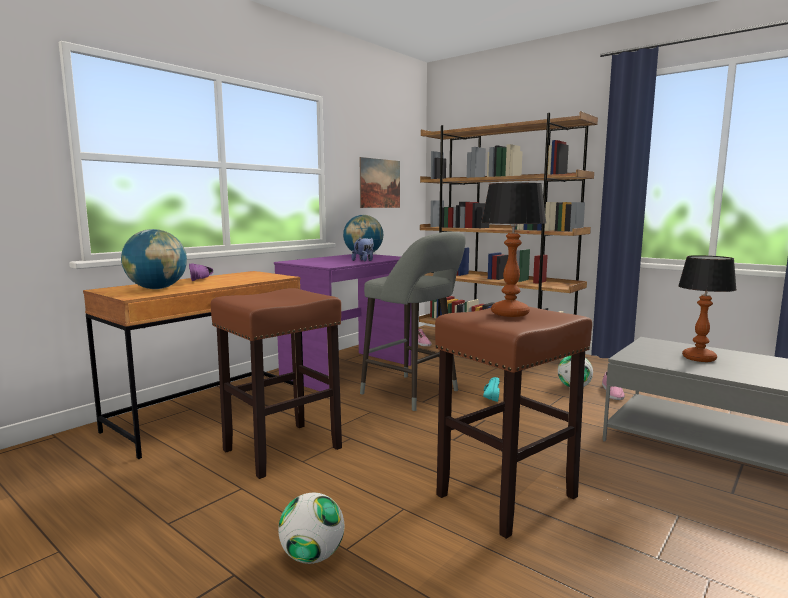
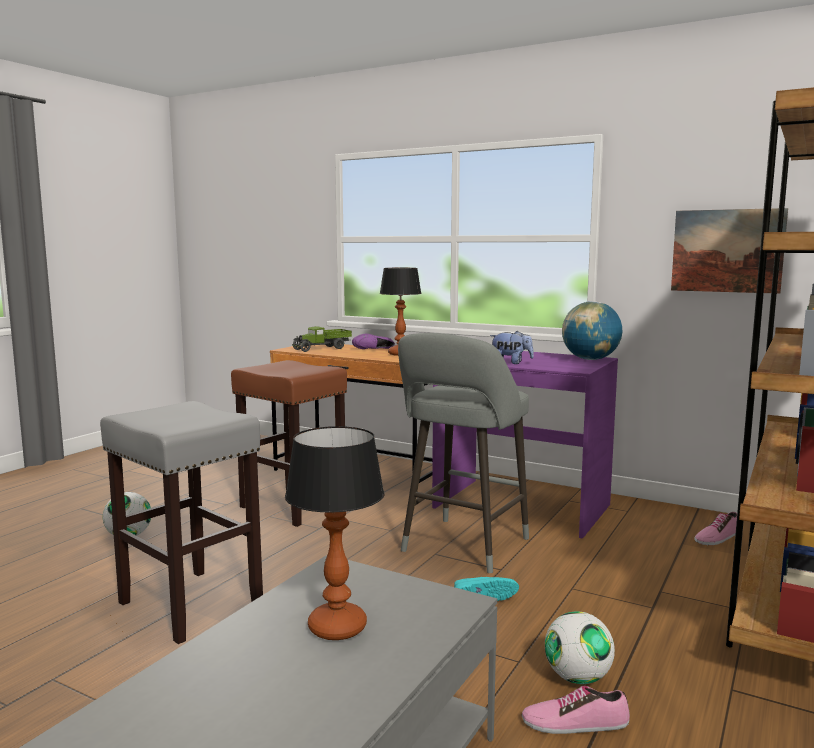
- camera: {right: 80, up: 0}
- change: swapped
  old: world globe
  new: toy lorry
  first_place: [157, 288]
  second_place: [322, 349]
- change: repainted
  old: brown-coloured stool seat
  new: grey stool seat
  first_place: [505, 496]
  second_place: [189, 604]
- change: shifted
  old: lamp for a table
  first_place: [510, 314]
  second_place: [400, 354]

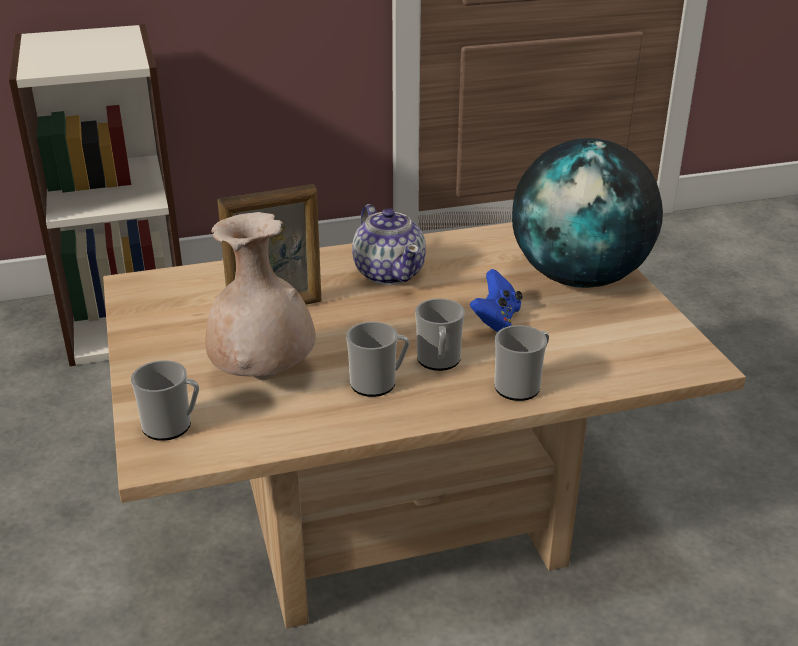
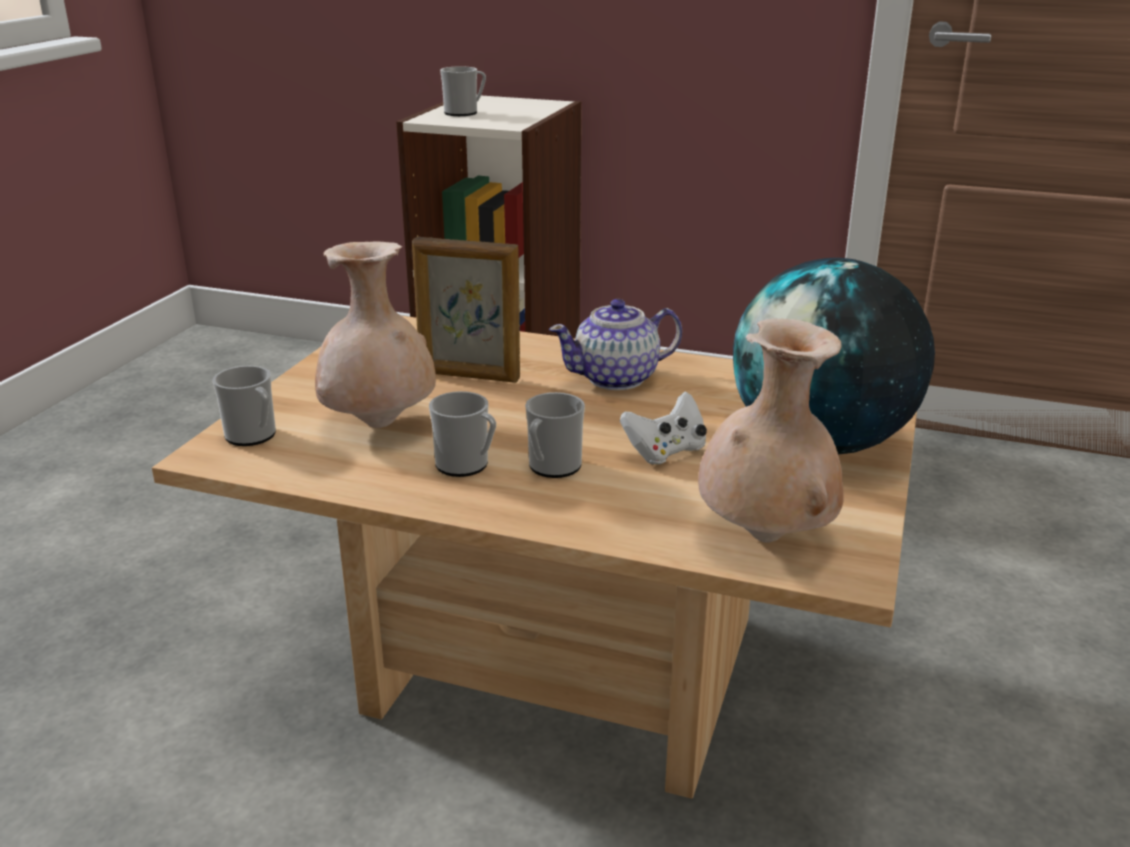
- camera: {right: 35, up: -5}
- change: rotated
  old: tea pot
  first_place: [389, 273]
  second_place: [617, 378]
  degrees: 60
- change: repainted
  old: bluish joypad
  new: white joypad
  first_place: [496, 320]
  second_place: [665, 452]
- change: shifted
  old: coffee mug
  first_place: [521, 385]
  second_place: [464, 113]
- change: new
  new: sand-coloured vase
  second_place: [765, 536]

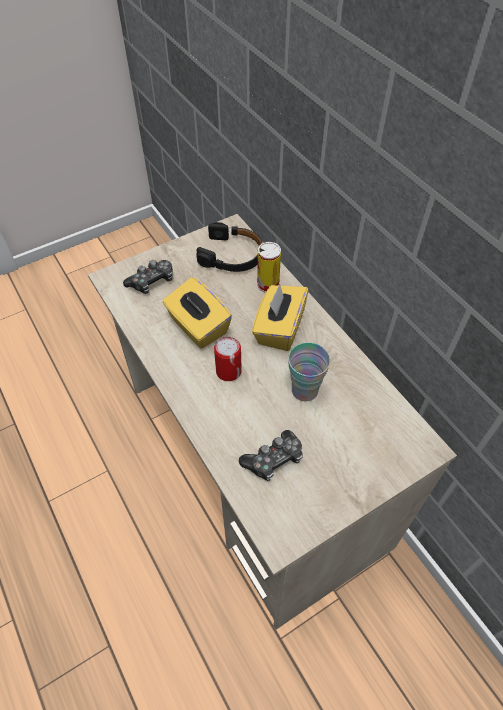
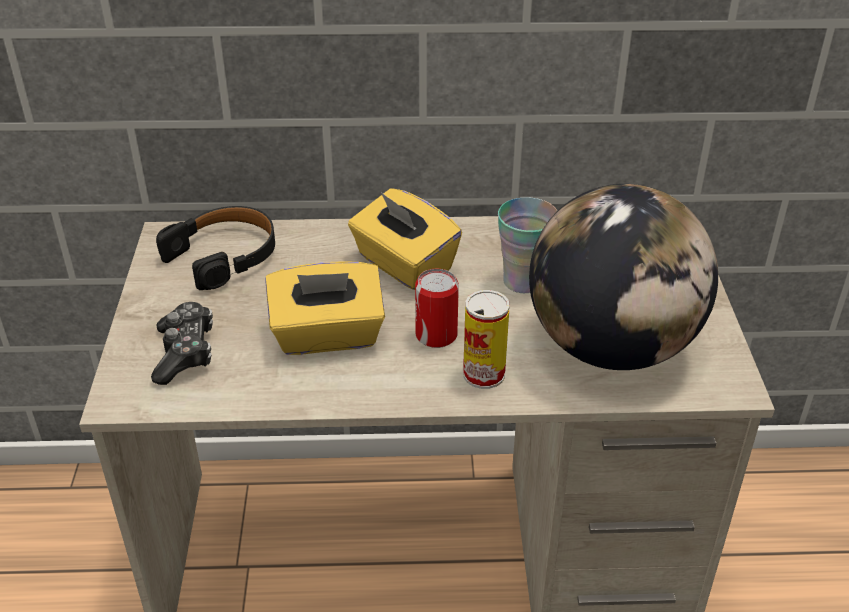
- camera: {right: -60, up: -15}
- change: swapped
  old: joypad
  new: world globe
  first_place: [273, 460]
  second_place: [611, 347]
- change: shifted
  old: metal can
  first_place: [268, 284]
  second_place: [484, 374]

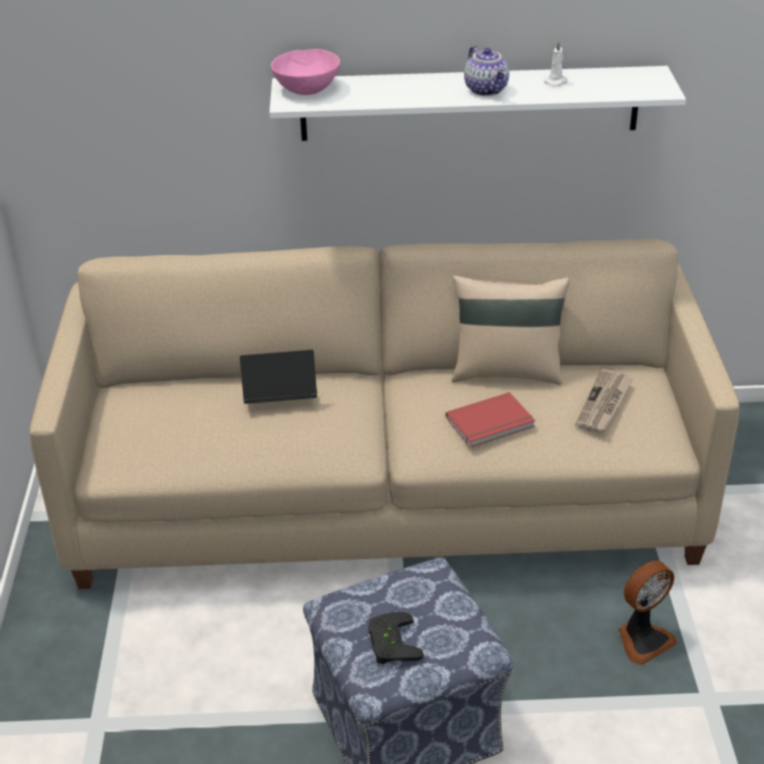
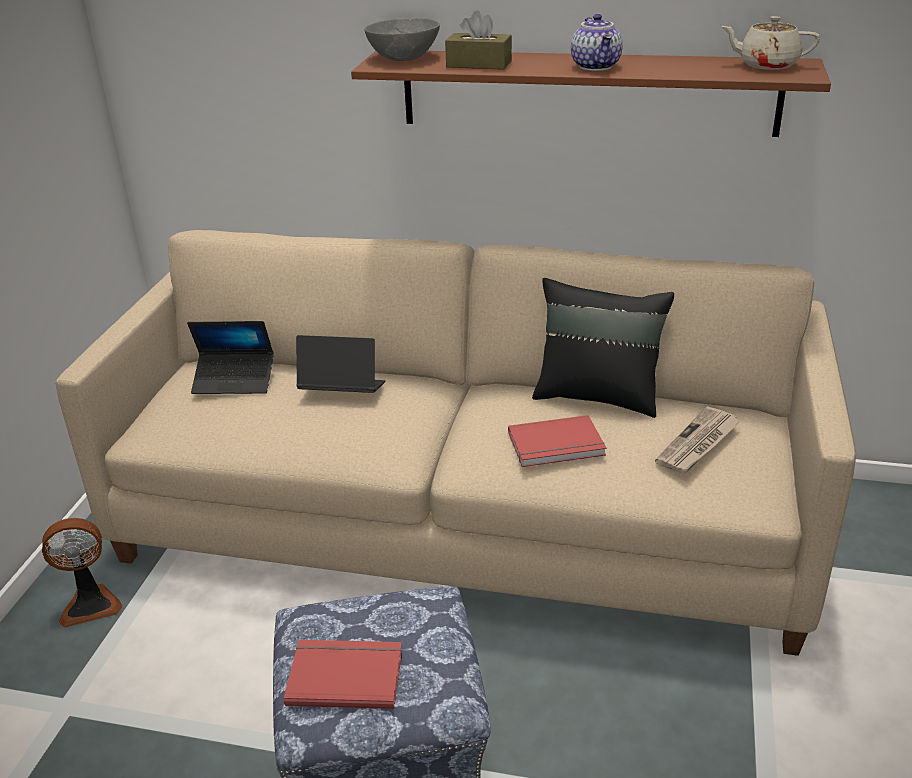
- camera: {right: 15, up: -5}
- change: repainted
  old: white wall shelf
  new: brown-coloured wall shelf
  first_place: [469, 103]
  second_place: [587, 92]
- change: repainted
  old: pink bowl
  new: grey bowl
  first_place: [306, 89]
  second_place: [403, 57]
- change: swapped
  old: black joypad
  new: reddish bound book
  first_place: [390, 643]
  second_place: [345, 674]
- change: repainted
  old: sand-coloured cushion
  new: black cushion
  first_place: [506, 371]
  second_place: [597, 396]
- change: gone
  old: white wax light
  first_place: [556, 82]
- change: shifted
  old: fan
  first_place: [642, 639]
  second_place: [91, 604]
- change: new
  new: portable computer
  second_place: [234, 381]
- change: new
  new: brown-coloured tissue box
  second_place: [479, 64]
- change: new
  new: sand-coloured tea pot
  second_place: [766, 65]

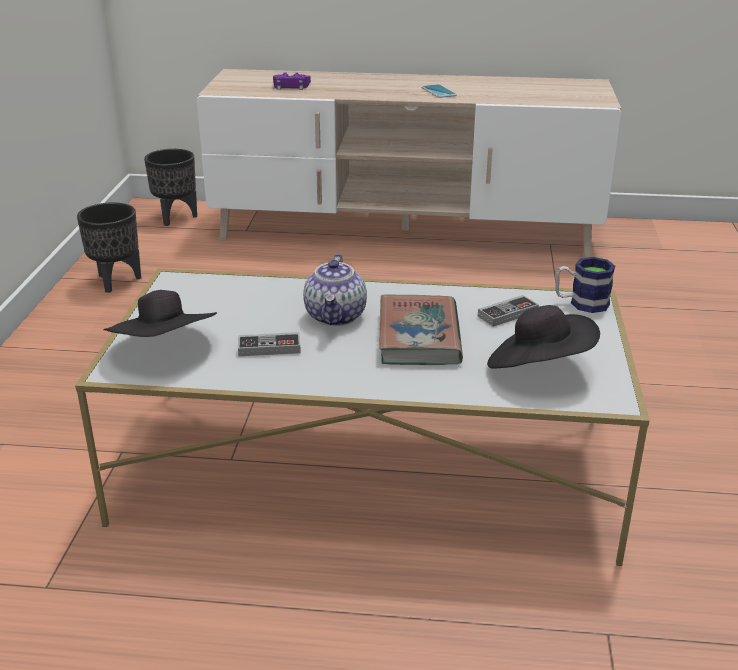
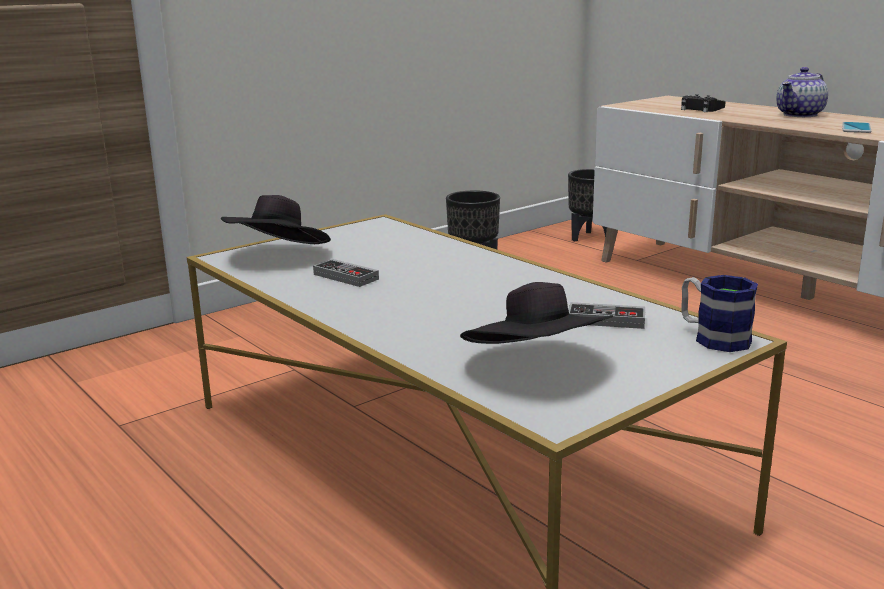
- camera: {right: 45, up: -10}
- change: repainted
  old: purplish joypad
  new: black joypad
  first_place: [291, 86]
  second_place: [700, 109]
- change: shifted
  old: tea pot
  first_place: [336, 316]
  second_place: [800, 115]
- change: gone
  old: bound book
  first_place: [419, 337]

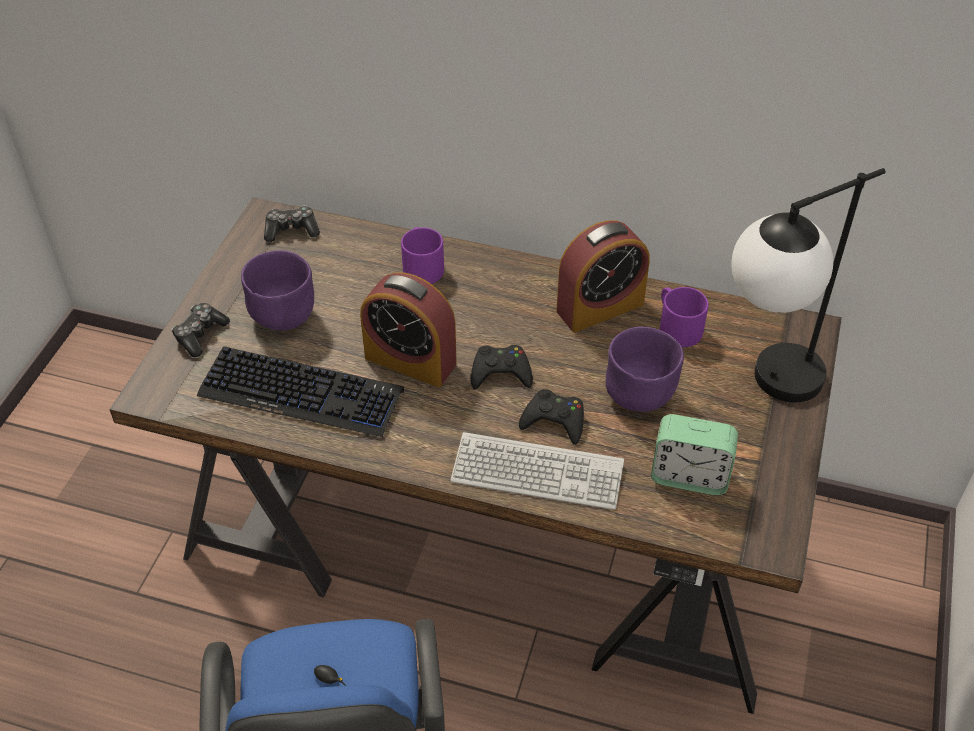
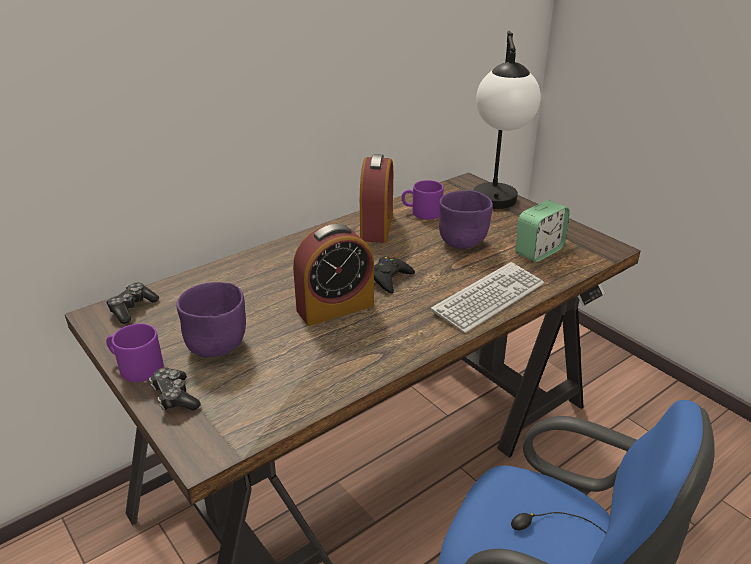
- camera: {right: -55, up: -15}
- change: gone
  old: computer keyboard
  first_place: [301, 393]
- change: shifted
  old: purplish coffee mug
  first_place: [421, 266]
  second_place: [135, 367]
- change: gone
  old: black joypad
  first_place: [554, 420]

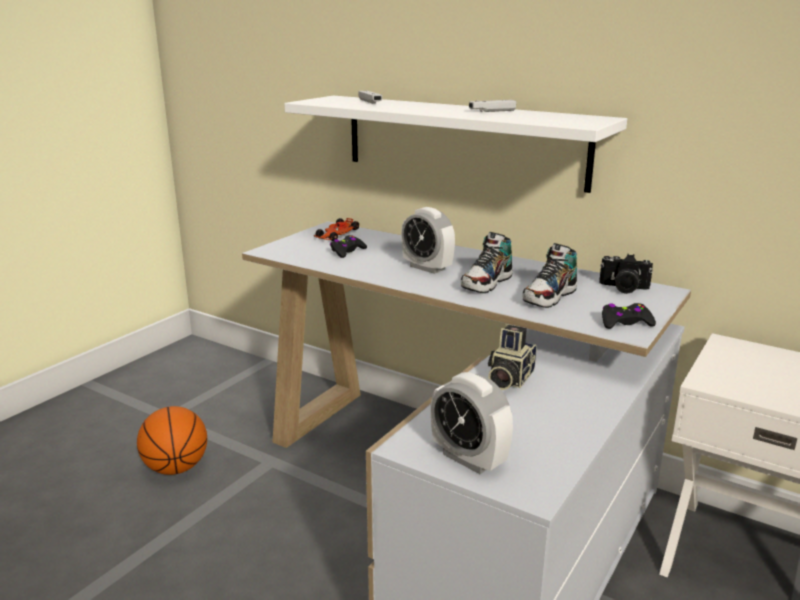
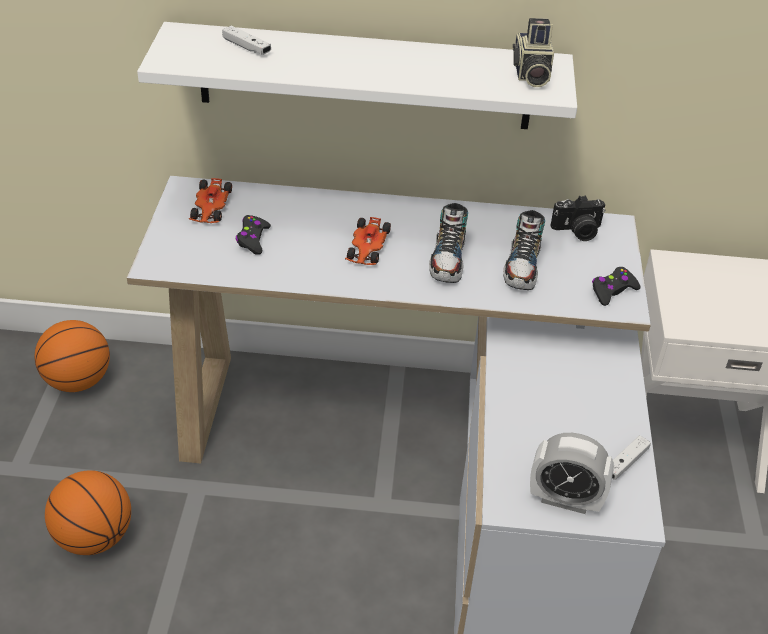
- camera: {right: -30, up: 20}
- change: swapped
  old: bedside clock
  new: miniature car
  first_place: [427, 268]
  second_place: [367, 248]
- change: shifted
  old: white joypad
  first_place: [492, 111]
  second_place: [625, 463]
- change: shifted
  old: still camera
  first_place: [508, 379]
  second_place: [530, 74]
- change: new
  new: basketball
  second_place: [78, 381]

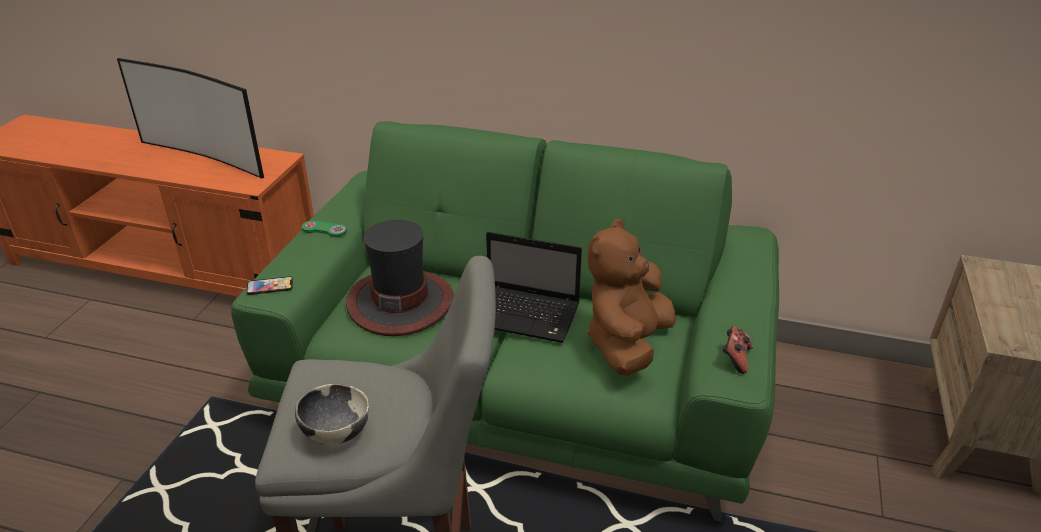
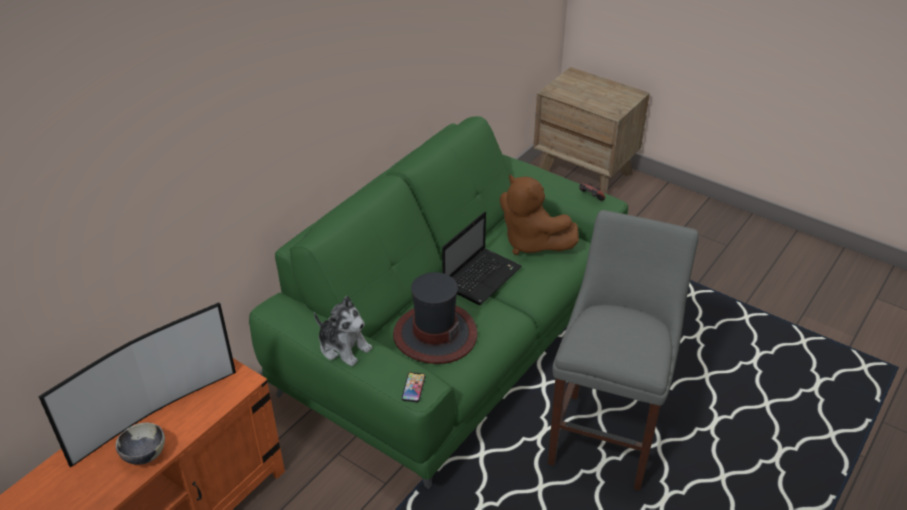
- camera: {right: -70, up: 5}
- change: shifted
  old: bowl
  first_place: [335, 432]
  second_place: [144, 455]
- change: swapped
  old: green-coloured joypad
  new: soft toy
  first_place: [324, 230]
  second_place: [344, 347]

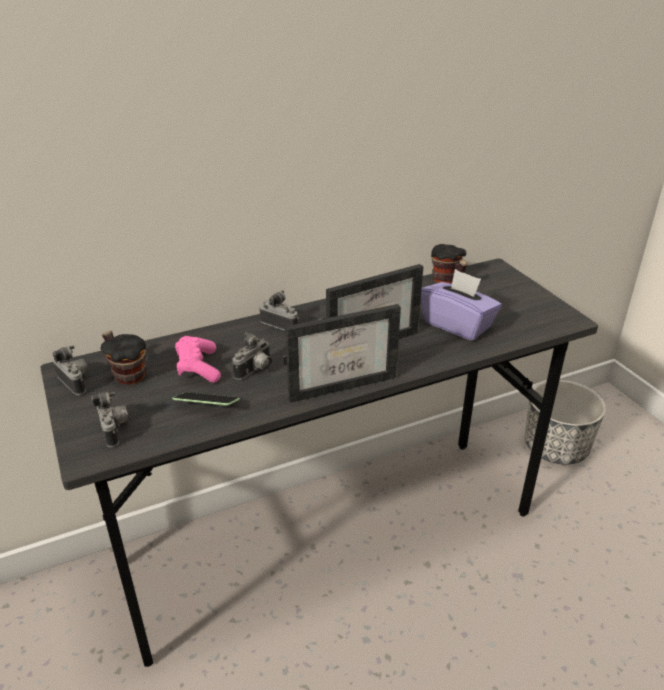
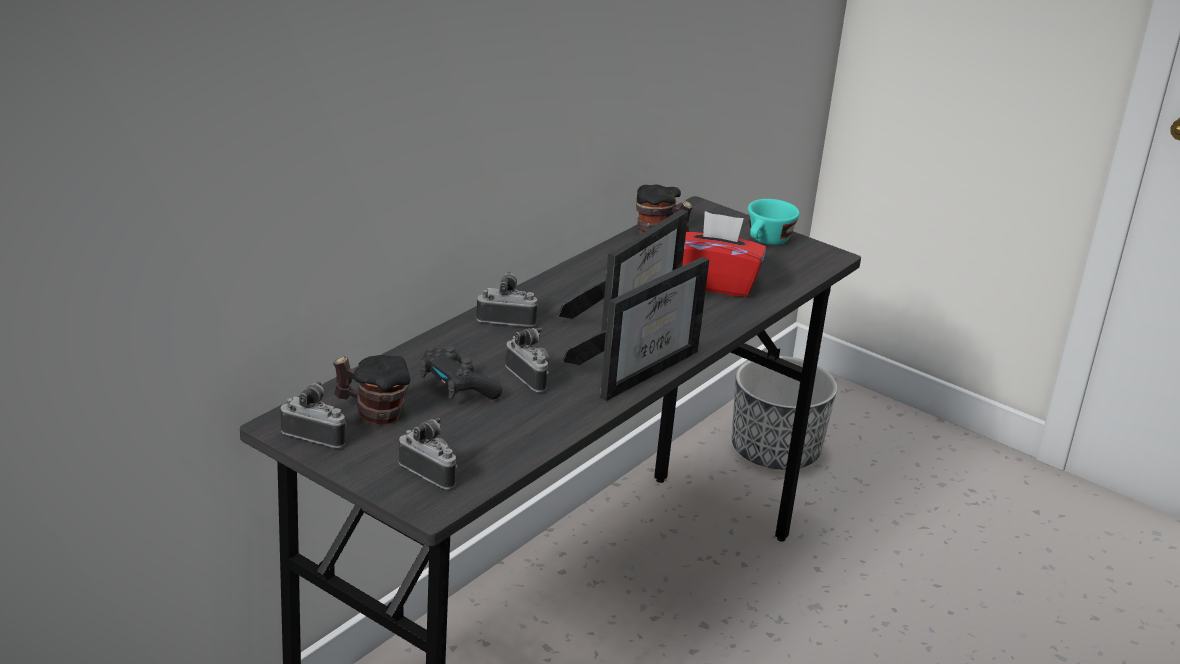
- camera: {right: -30, up: -5}
- change: gone
  old: handset
  first_place: [207, 406]
- change: repainted
  old: pink joypad
  new: black joypad
  first_place: [198, 368]
  second_place: [457, 388]
- change: rotated
  old: still camera
  first_place: [256, 371]
  second_place: [531, 377]
  degrees: -45
- change: repainted
  old: purplish tissue box
  new: reddish tissue box
  first_place: [457, 325]
  second_place: [714, 283]
- change: new
  new: turquoise cup
  second_place: [766, 242]

